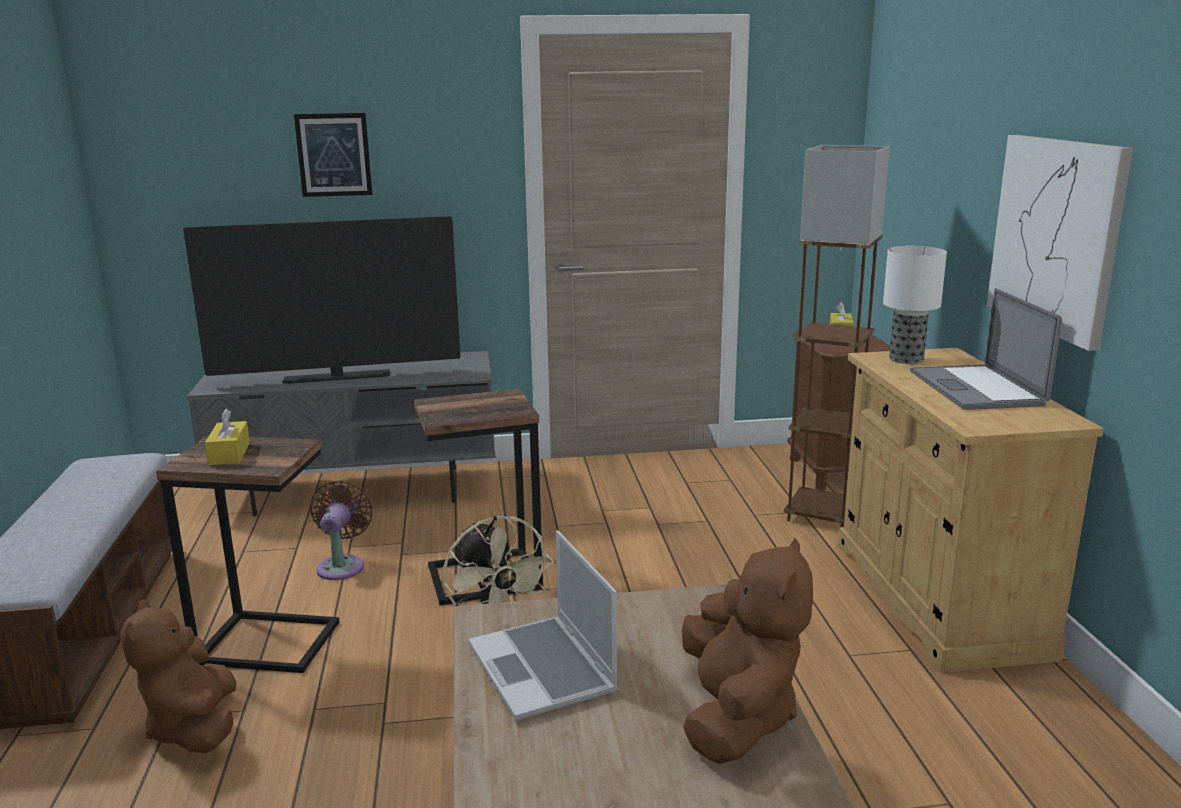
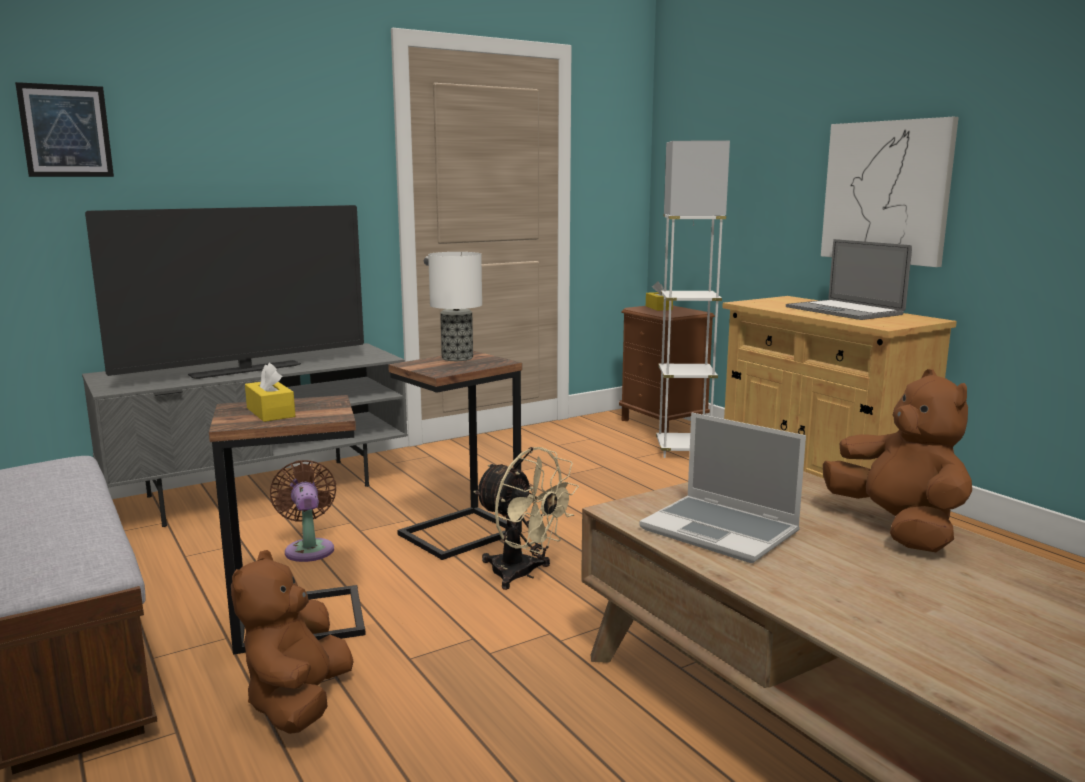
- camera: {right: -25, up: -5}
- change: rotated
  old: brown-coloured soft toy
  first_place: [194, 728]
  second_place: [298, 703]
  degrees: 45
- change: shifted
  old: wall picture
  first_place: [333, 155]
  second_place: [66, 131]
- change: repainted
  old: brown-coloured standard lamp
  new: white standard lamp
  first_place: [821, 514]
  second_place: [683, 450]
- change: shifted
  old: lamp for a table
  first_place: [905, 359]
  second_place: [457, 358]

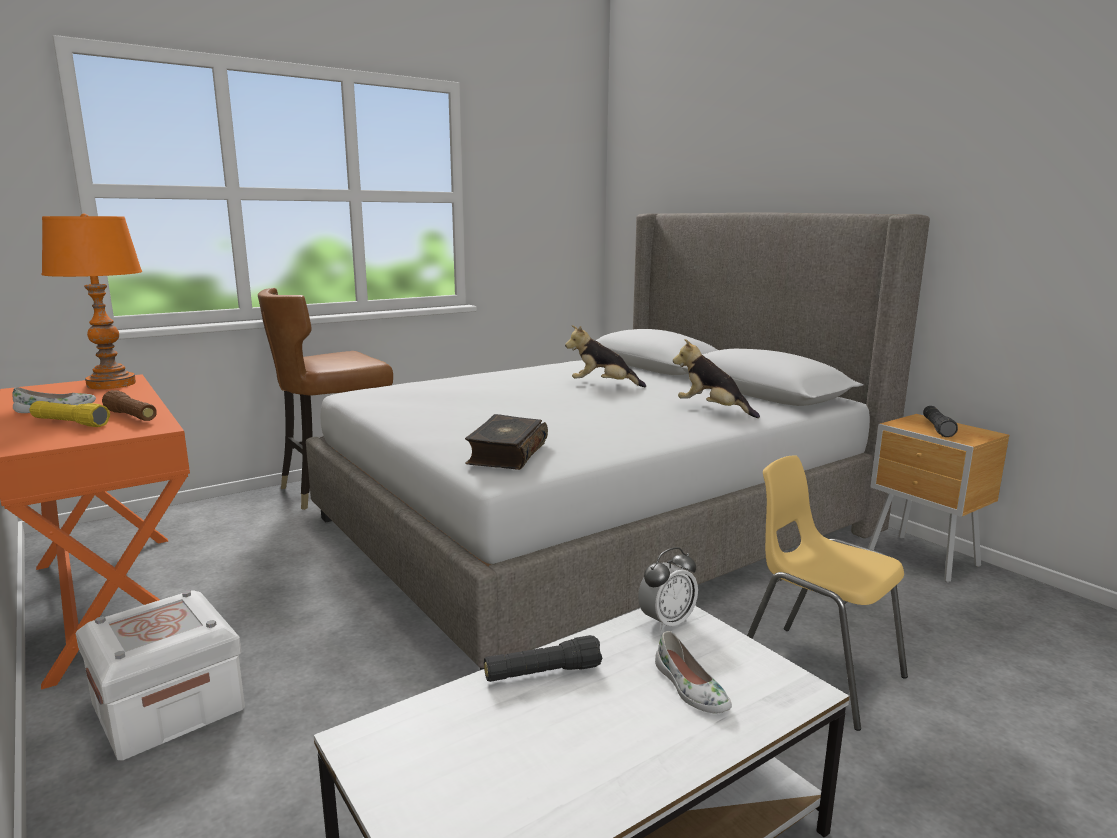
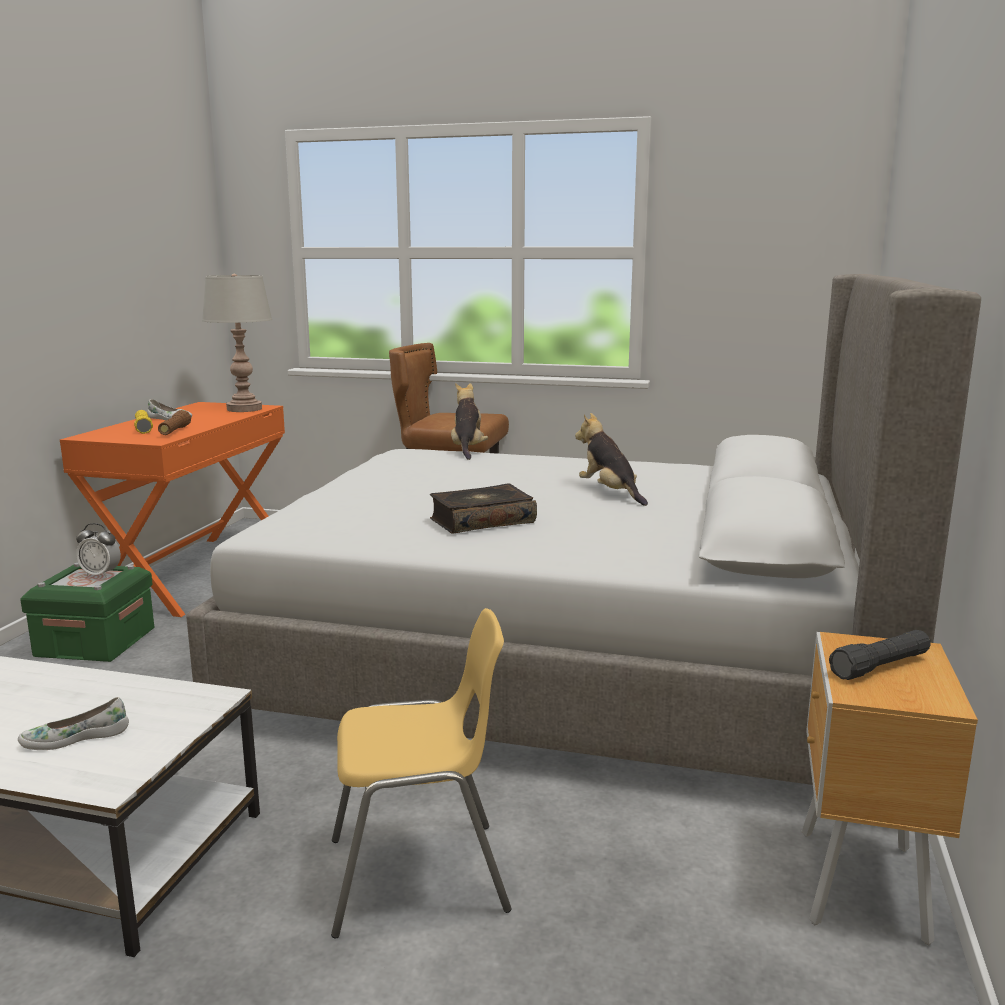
- camera: {right: 50, up: 0}
- change: repainted
  old: orange lamp for a table
  new: grey lamp for a table
  first_place: [111, 384]
  second_place: [244, 409]
- change: repainted
  old: white storage box
  new: green-coloured storage box
  first_place: [168, 707]
  second_place: [95, 642]
- change: shifted
  old: bound book
  first_place: [506, 454]
  second_place: [481, 521]
- change: gone
  old: black torch
  first_place: [542, 673]
- change: shifted
  old: bedside clock
  first_place: [666, 622]
  second_place: [101, 574]
- change: rotated
  old: white low shoe
  first_place: [689, 688]
  second_place: [75, 737]
  degrees: 45
- change: shifted
  old: soft toy
  first_place: [712, 410]
  second_place: [467, 450]
- change: rotated
  old: yellowish plain chair
  first_place: [817, 672]
  second_place: [419, 876]
  degrees: 75

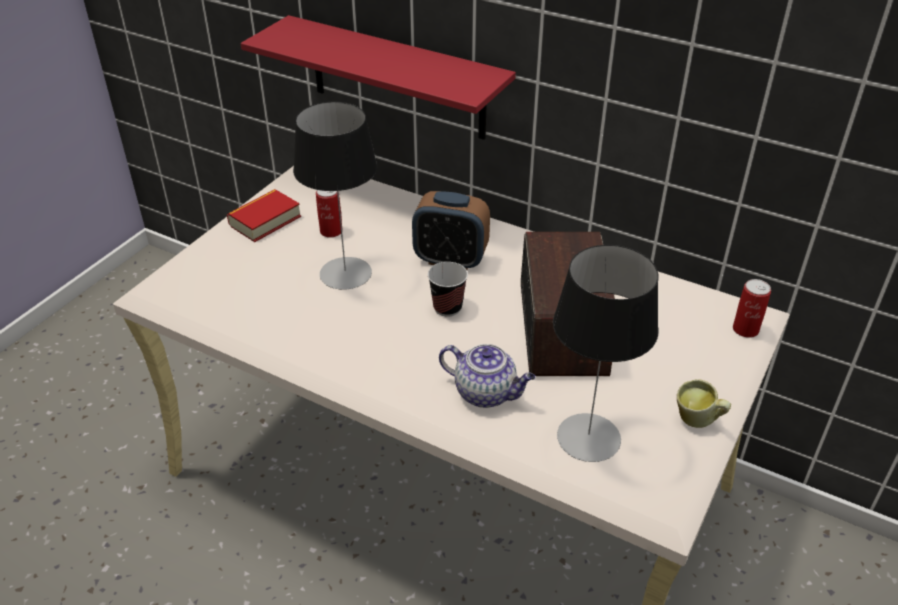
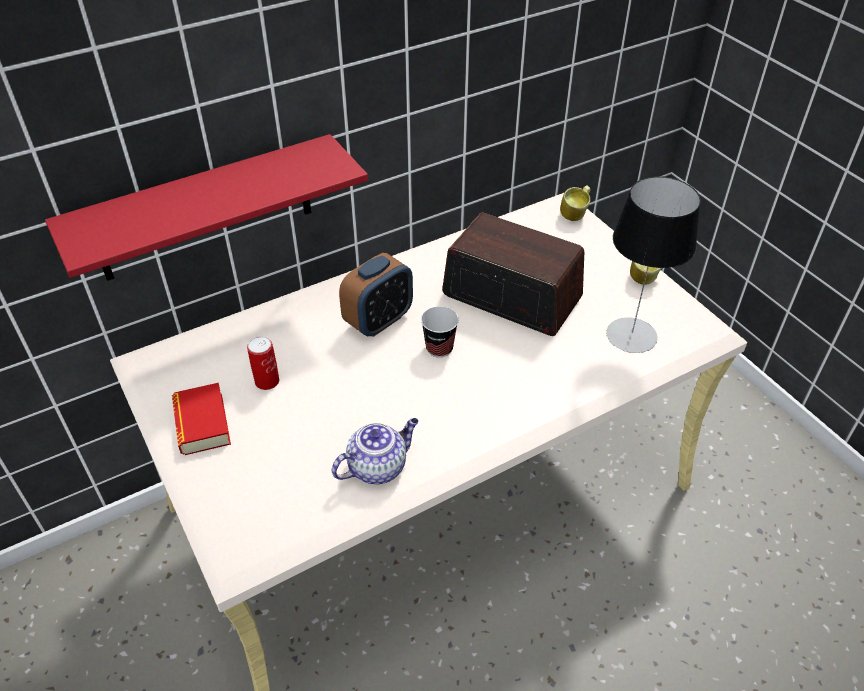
- camera: {right: -60, up: 5}
- change: gone
  old: lamp for a table
  first_place: [345, 273]
- change: shifted
  old: tea pot
  first_place: [486, 393]
  second_place: [378, 466]
- change: swapped
  old: metal can
  new: coffee mug
  first_place: [745, 329]
  second_place: [575, 215]

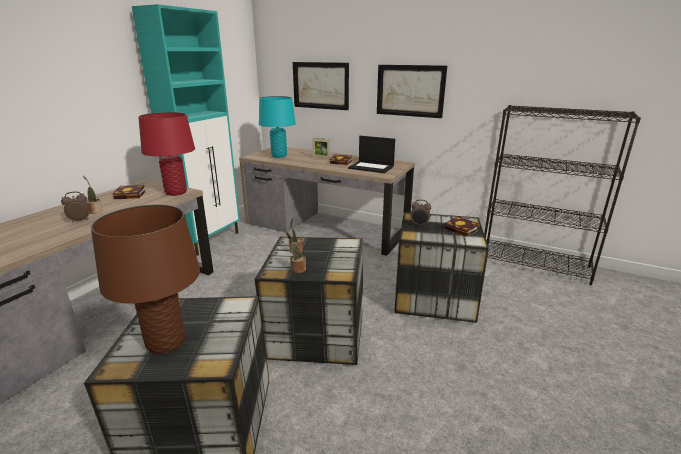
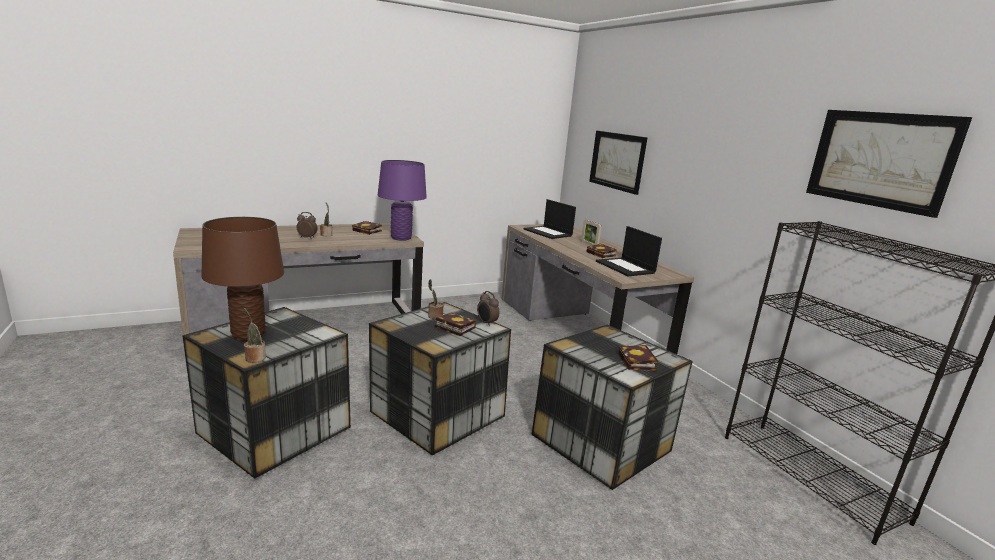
- camera: {right: 35, up: -5}
- change: gone
  old: turquoise storage cabinet
  first_place: [210, 241]
- change: repainted
  old: reddish lamp for a table
  new: purplish lamp for a table
  first_place: [176, 192]
  second_place: [401, 238]
- change: swapped
  old: turquoise lamp for a table
  new: portable computer
  first_place: [279, 156]
  second_place: [548, 233]
- change: shifted
  old: plant in a pot
  first_place: [297, 269]
  second_place: [254, 358]
- change: shifted
  old: wall picture
  first_place: [410, 90]
  second_place: [880, 159]
- change: shifted
  old: bedside clock
  first_place: [419, 225]
  second_place: [486, 323]
- change: new
  new: bound book
  second_place: [453, 327]

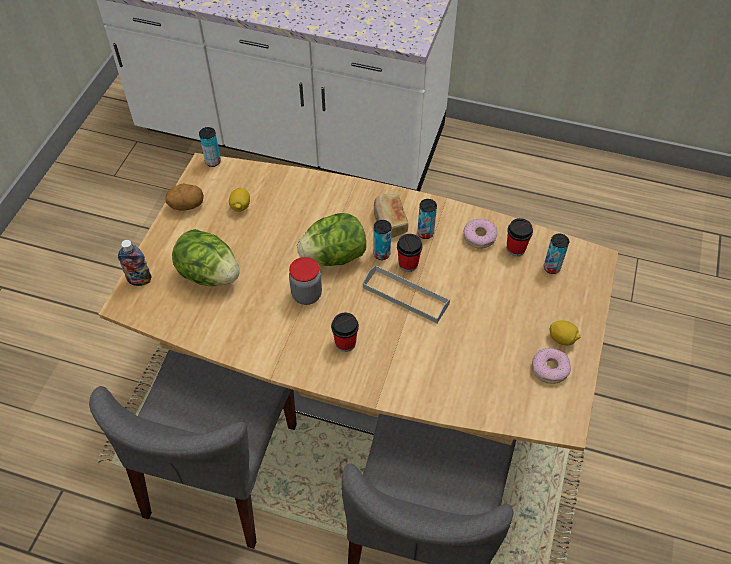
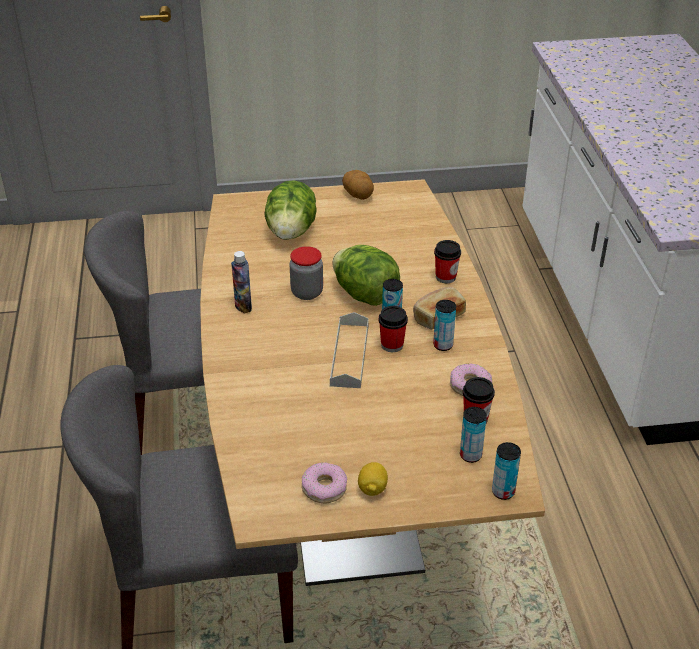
- camera: {right: 65, up: -15}
- change: shifted
  old: beverage bottle
  first_place: [139, 280]
  second_place: [243, 306]
- change: shifted
  old: metal can
  first_place: [213, 161]
  second_place: [503, 492]
- change: gone
  old: lemon
  first_place: [240, 206]
- change: shifted
  old: cup
  first_place: [345, 343]
  second_place: [445, 277]

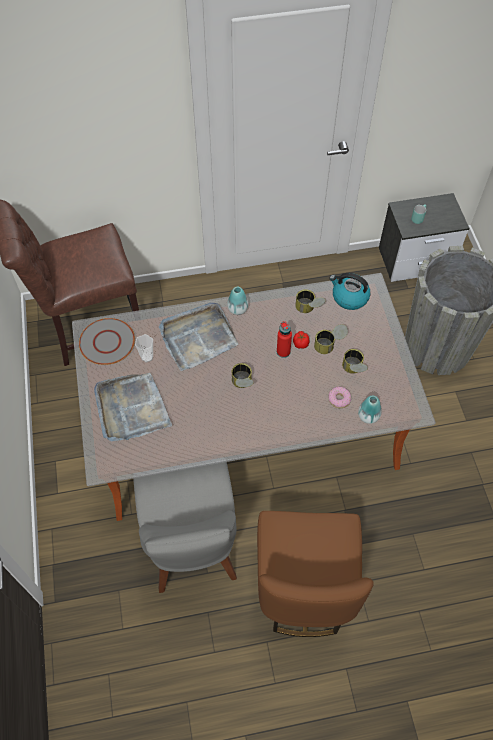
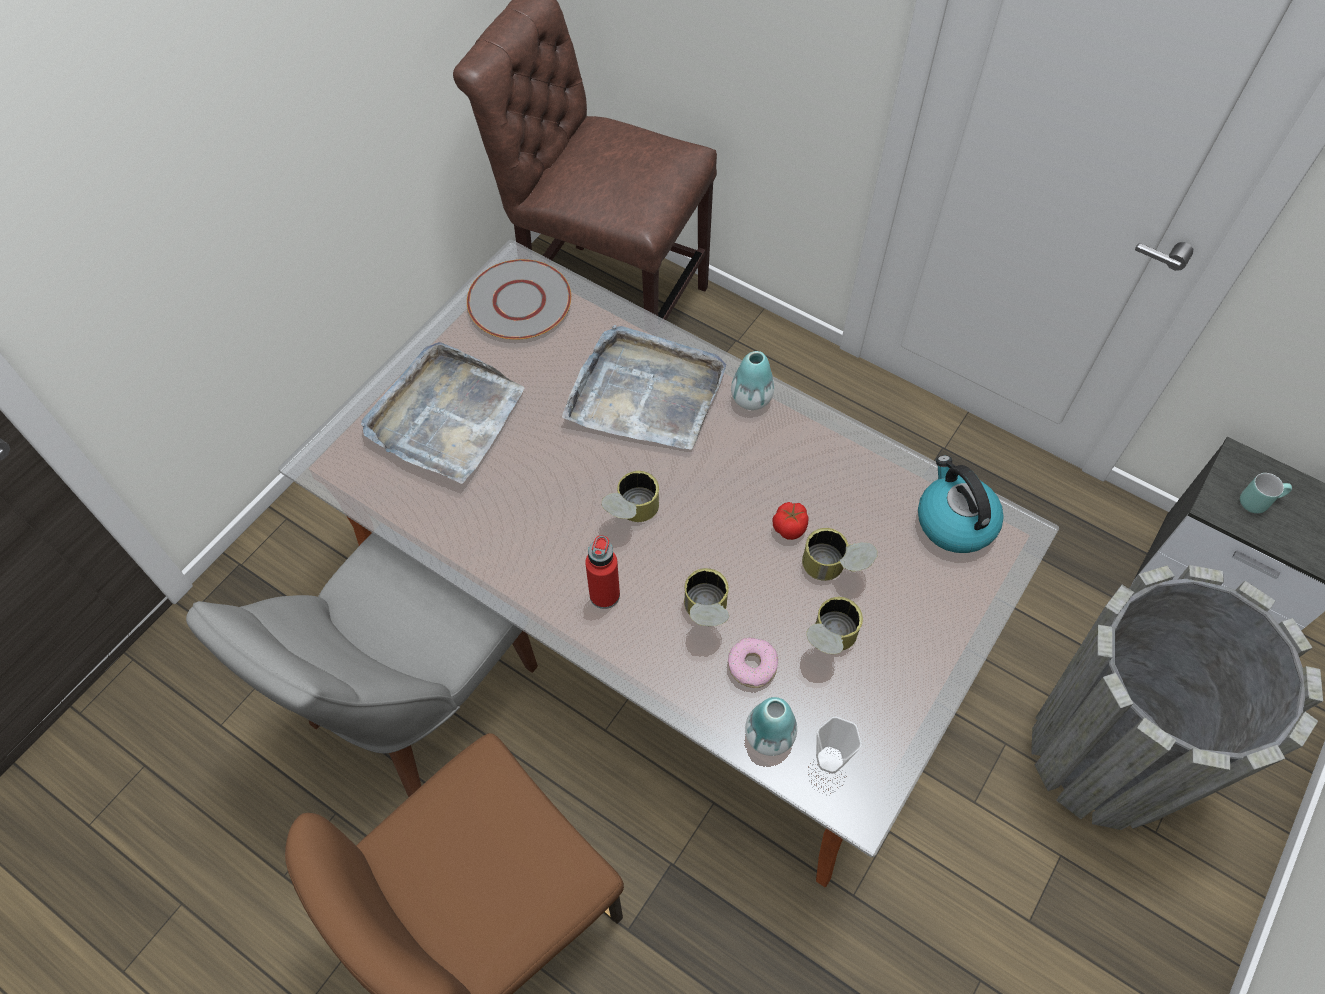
- camera: {right: 45, up: 0}
- change: shifted
  old: cup
  first_place: [147, 357]
  second_place: [830, 759]
- change: shifted
  old: reddish beverage bottle
  first_place: [283, 352]
  second_place: [604, 595]
- change: shifted
  old: metal can
  first_place: [309, 309]
  second_place: [705, 614]

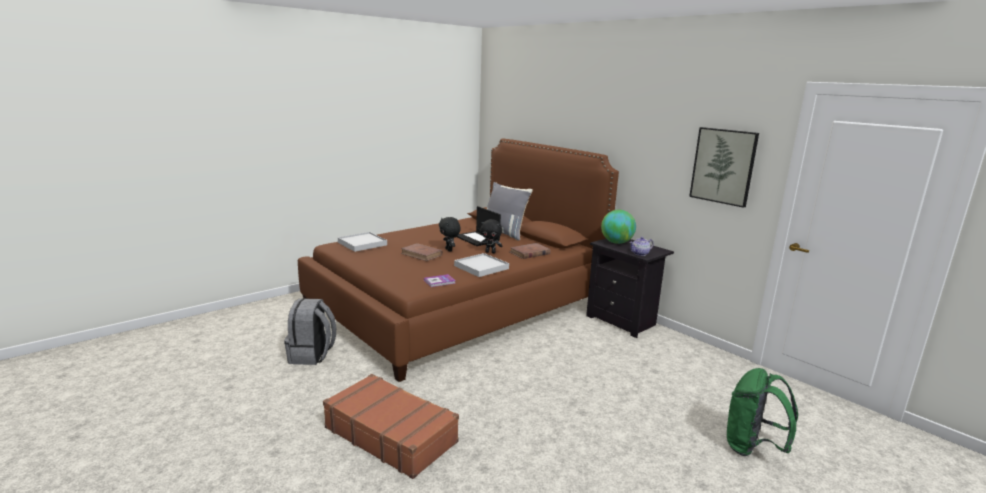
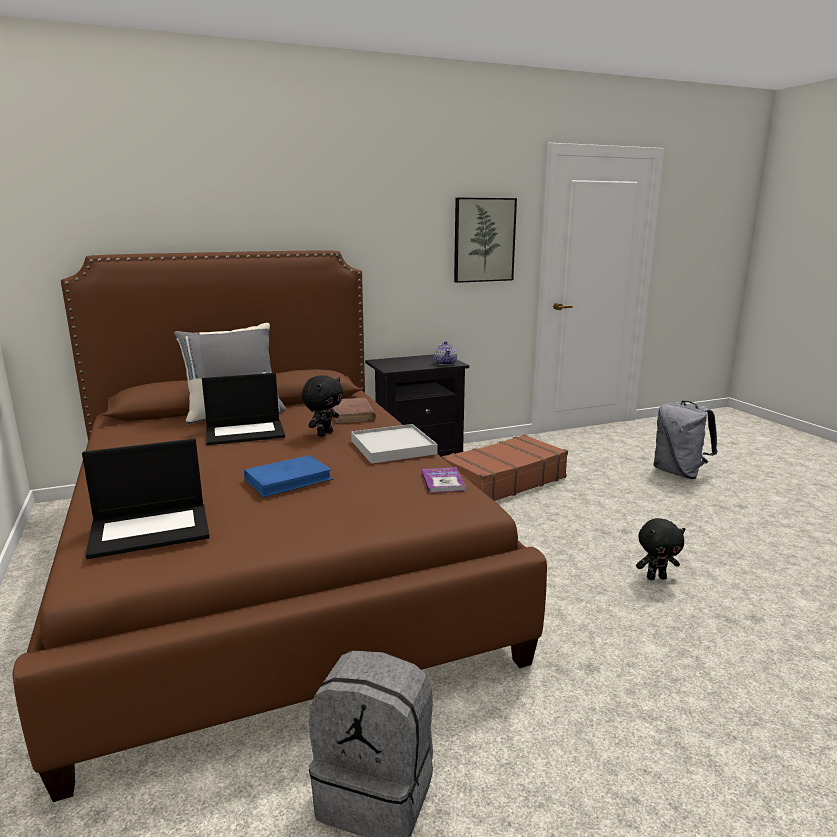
- camera: {right: -70, up: 0}
- change: shifted
  old: brown-coloured piece of luggage
  first_place: [391, 434]
  second_place: [503, 481]
- change: swapped
  old: white serving tray
  new: portable computer
  first_place: [362, 244]
  second_place: [151, 529]
- change: repainted
  old: brown-coloured bound book
  new: bluish bound book
  first_place: [422, 254]
  second_place: [288, 480]
- change: shifted
  old: black soft toy
  first_place: [449, 250]
  second_place: [656, 577]
- change: gone
  old: world globe
  first_place: [616, 242]
- change: repainted
  old: green-coloured rucksack
  new: grey rucksack
  first_place: [752, 448]
  second_place: [679, 473]

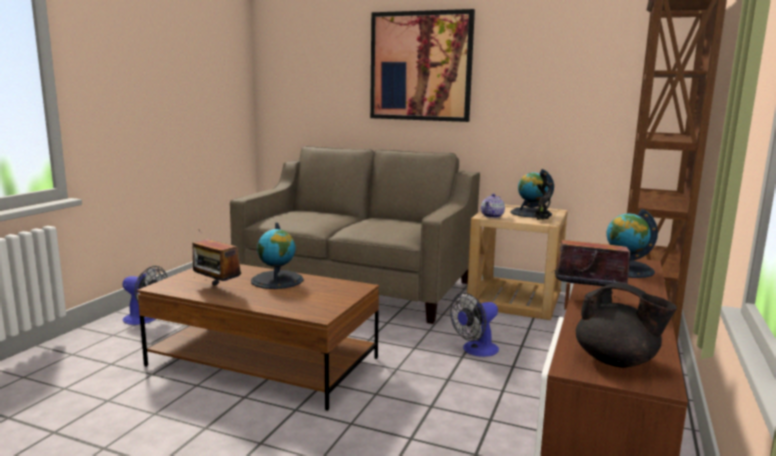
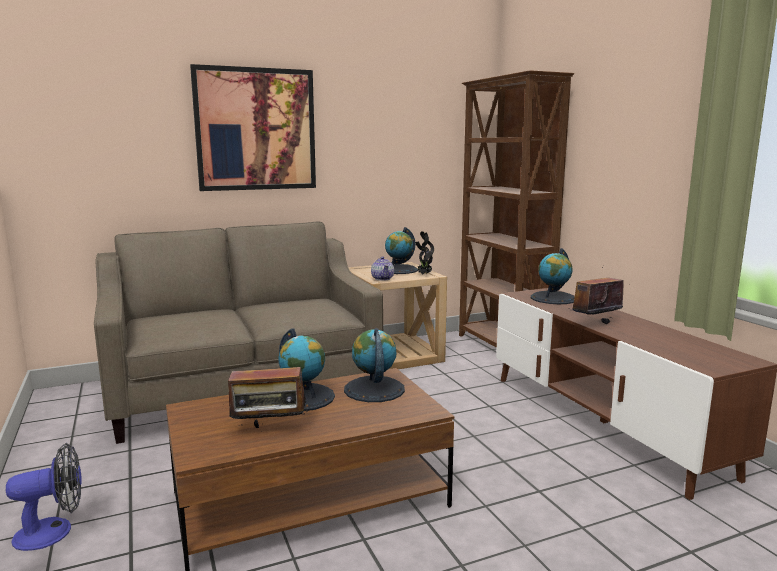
- camera: {right: -45, up: 0}
- change: gone
  old: fan
  first_place: [475, 350]
- change: gone
  old: black tea pot
  first_place: [616, 361]
- change: new
  new: world globe
  second_place: [374, 389]

